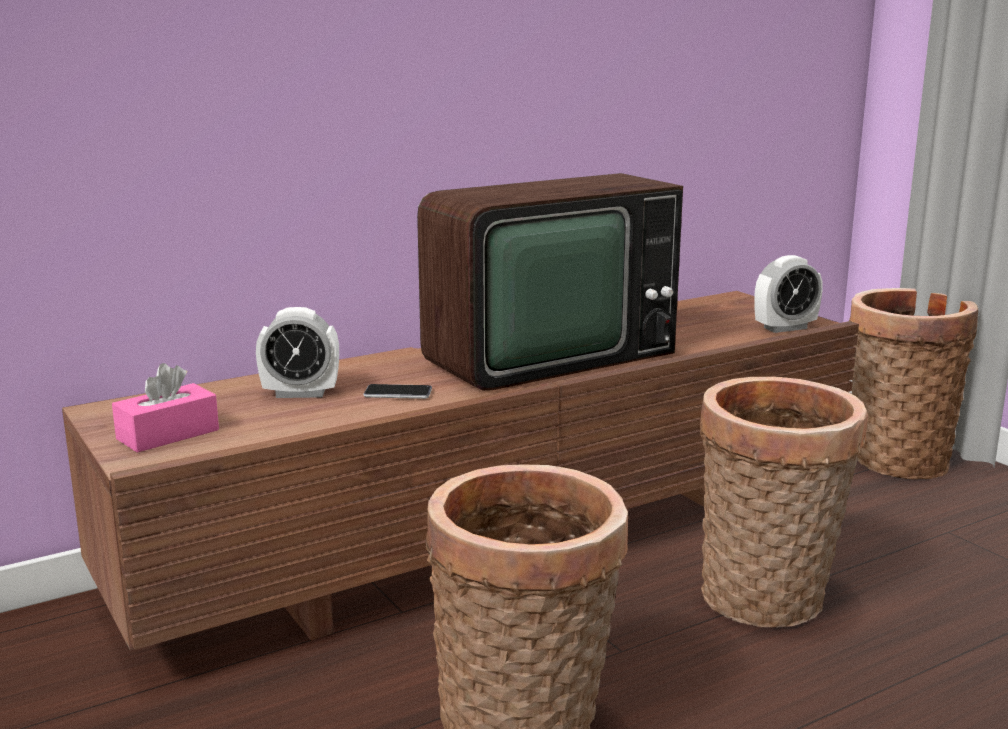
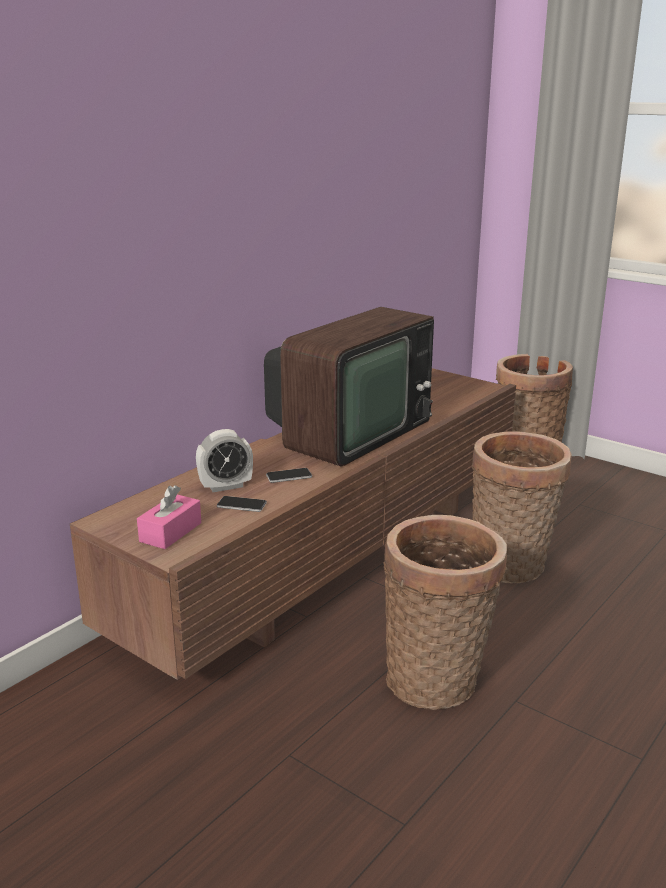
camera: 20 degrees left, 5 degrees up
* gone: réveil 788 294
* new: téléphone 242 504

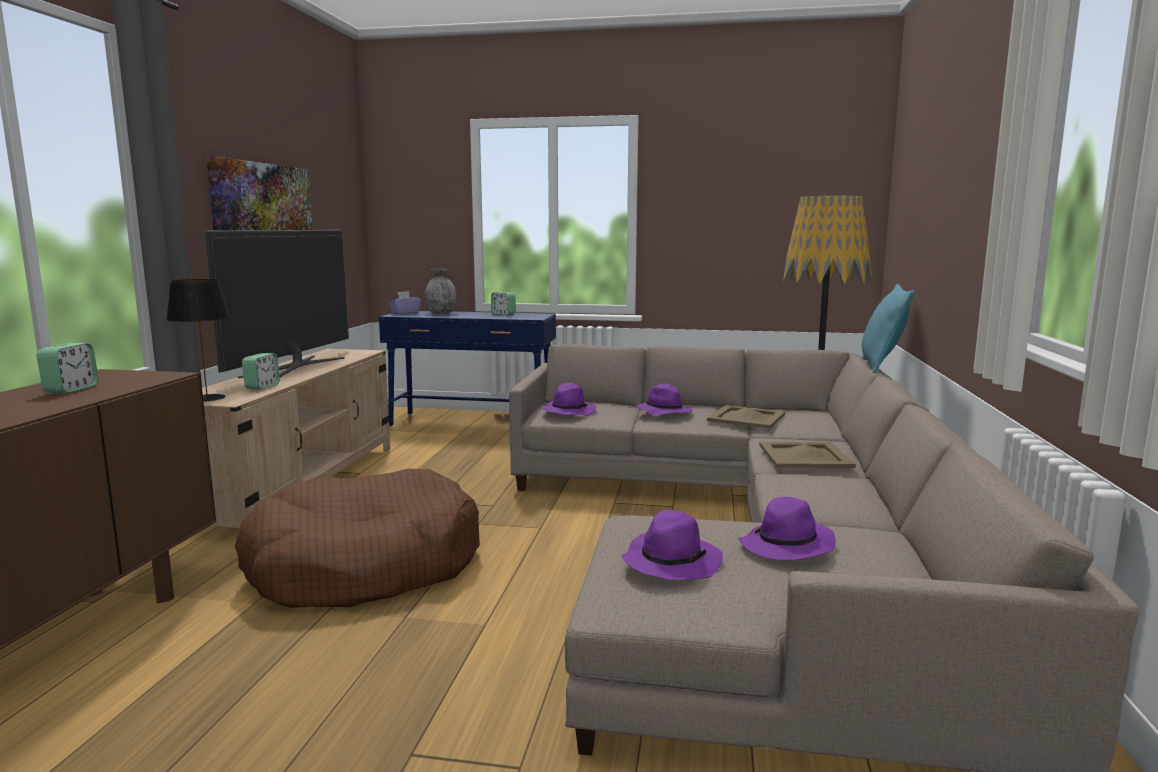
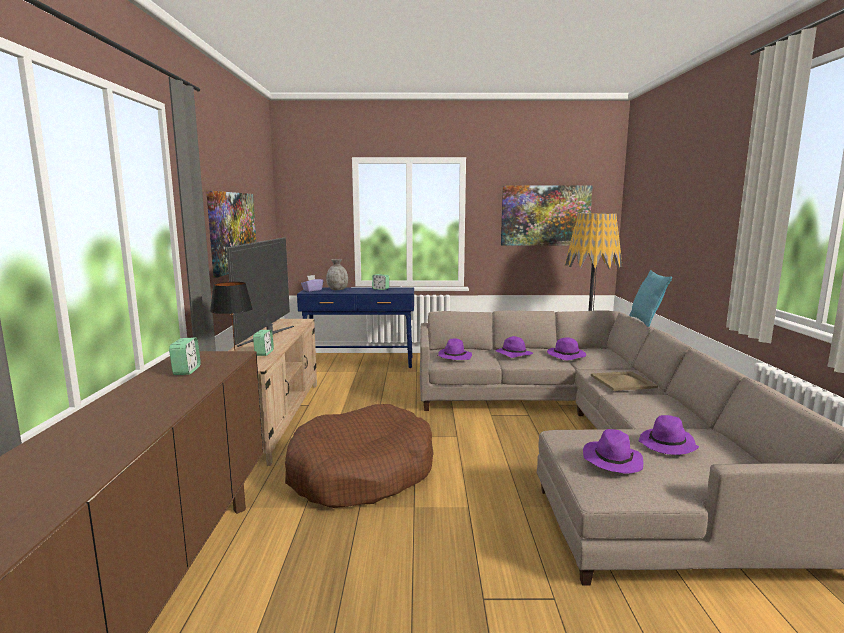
camera: 10 degrees left, 0 degrees up
* swapped: plateau (beige) 746 417 to chapeau (violet) 566 349
* new: tableau 547 215

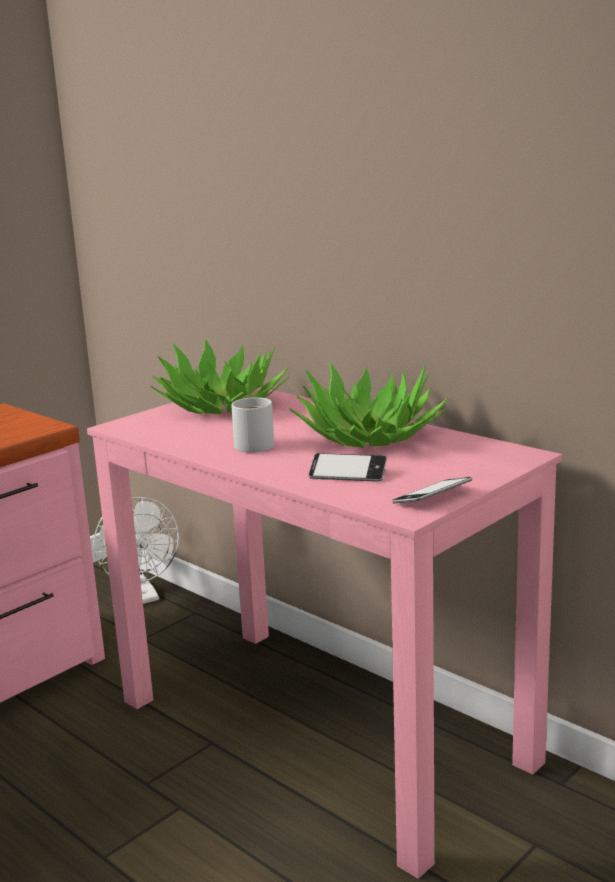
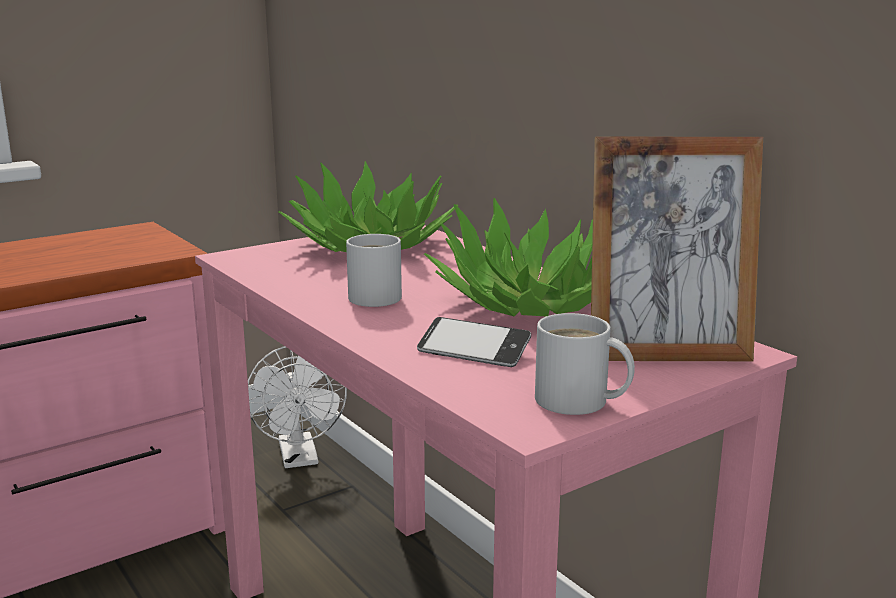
camera: 10 degrees right, 0 degrees up
* swapped: téléphone 432 490 to mug (blanc) 585 364
* new: cadre photo 677 249

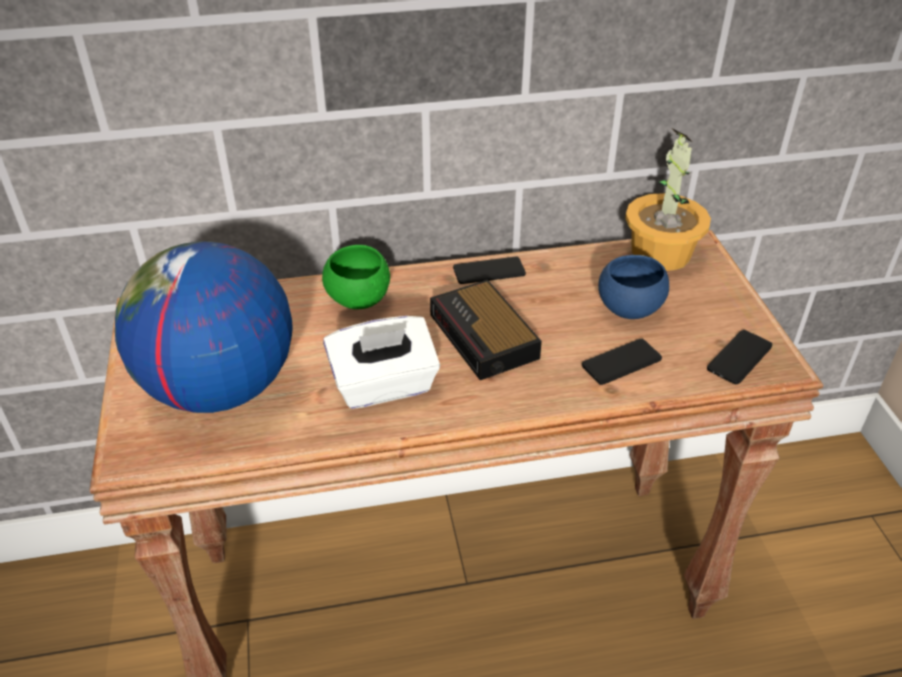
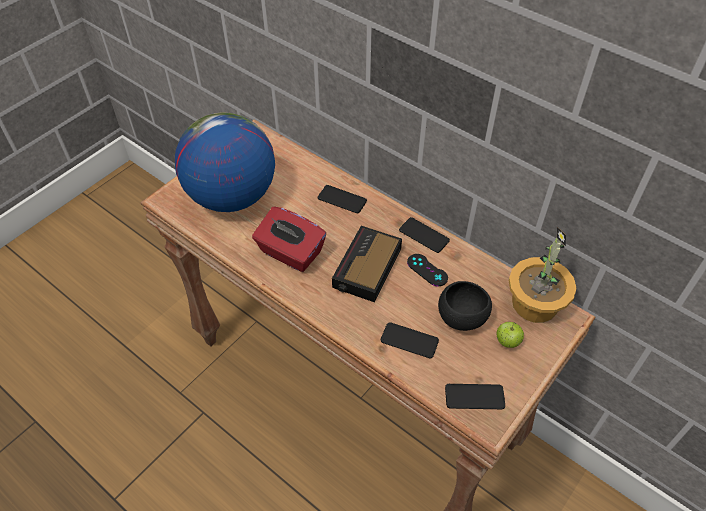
camera: 50 degrees right, 10 degrees up
* swapped: bol (vert) 356 277 to téléphone 342 199
* repainted: bol (bleu) 633 287 to bol (noir) 465 306
* repainted: boîte à mouchoirs (blanc) 381 362 to boîte à mouchoirs (rouge) 289 239
* new: manette (noir) 427 270
* new: pomme 510 334

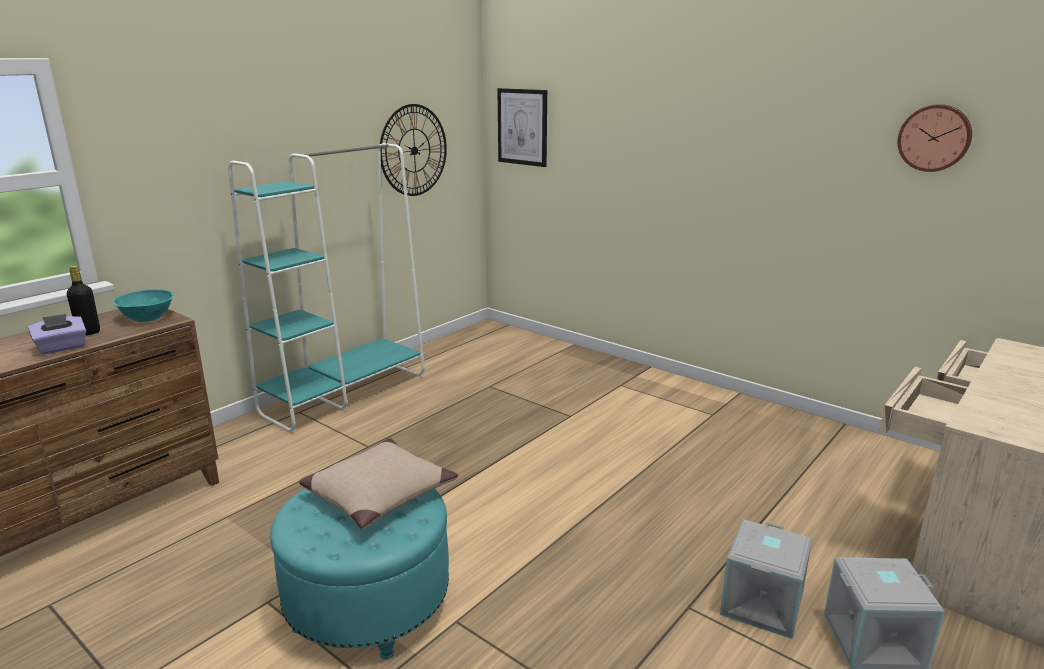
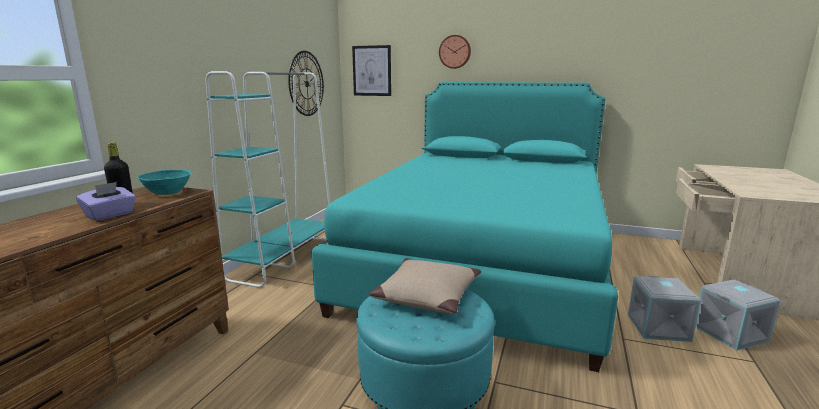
camera: 20 degrees left, 5 degrees down
* shifted: horloge murale 935 138 to 455 52
* new: lit (turquoise) 465 227

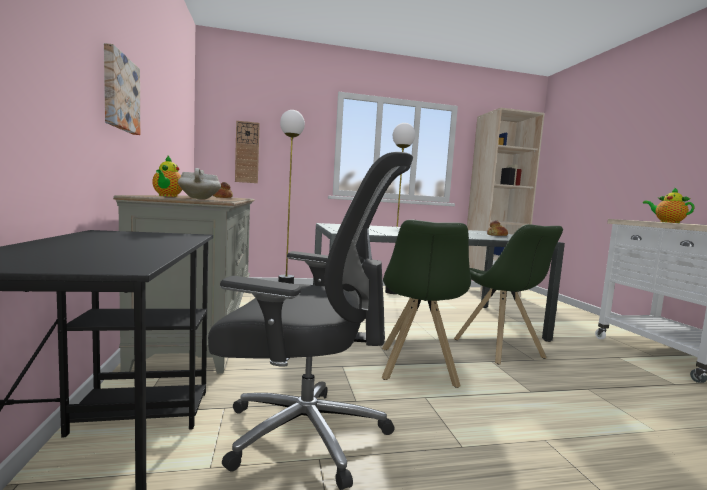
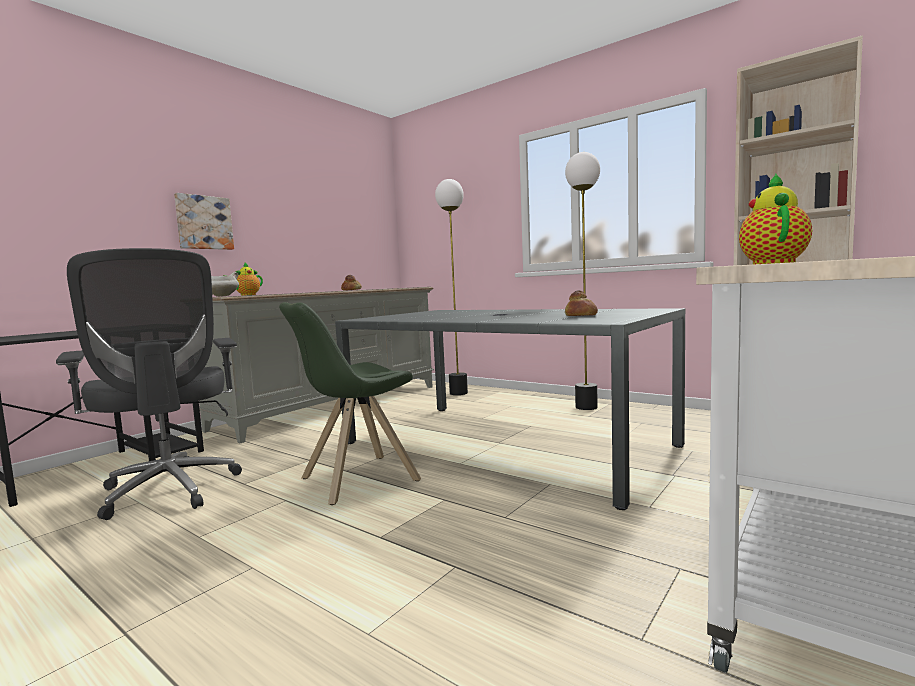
camera: 50 degrees right, 0 degrees up
* gone: horloge murale 247 152
* gone: chaise (vert) 508 294

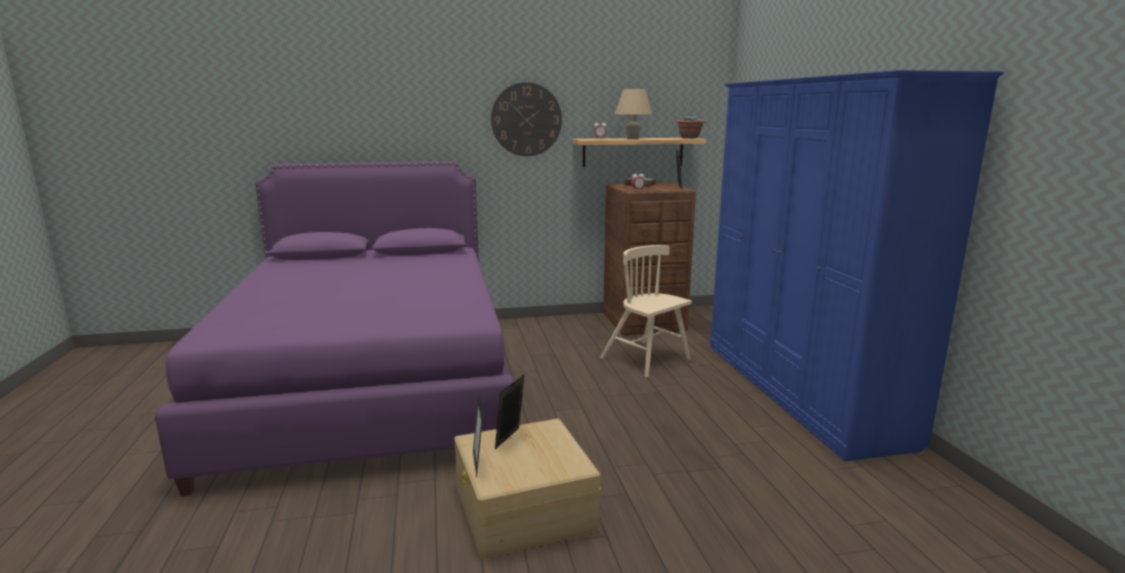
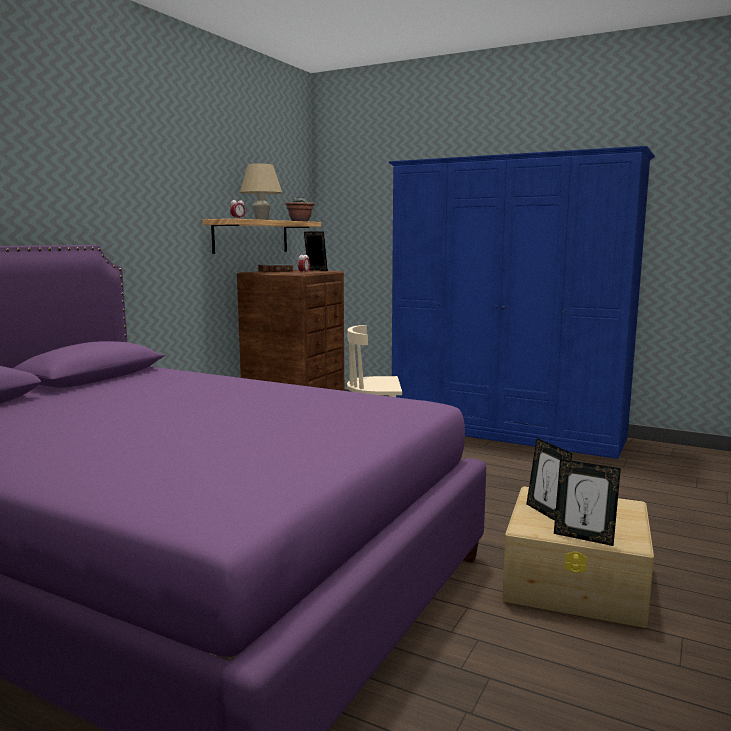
camera: 50 degrees left, 5 degrees down
* gone: horloge murale 526 119

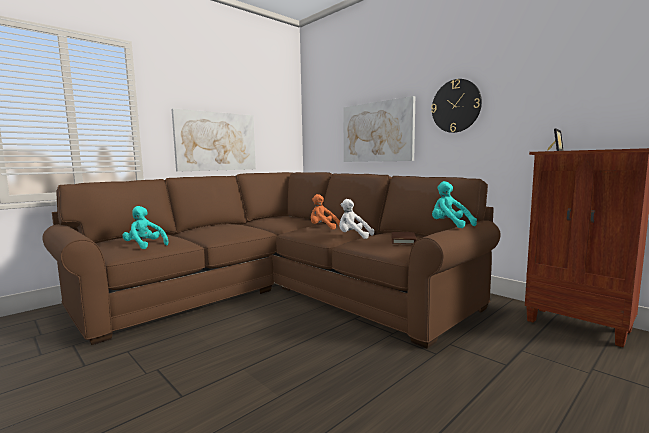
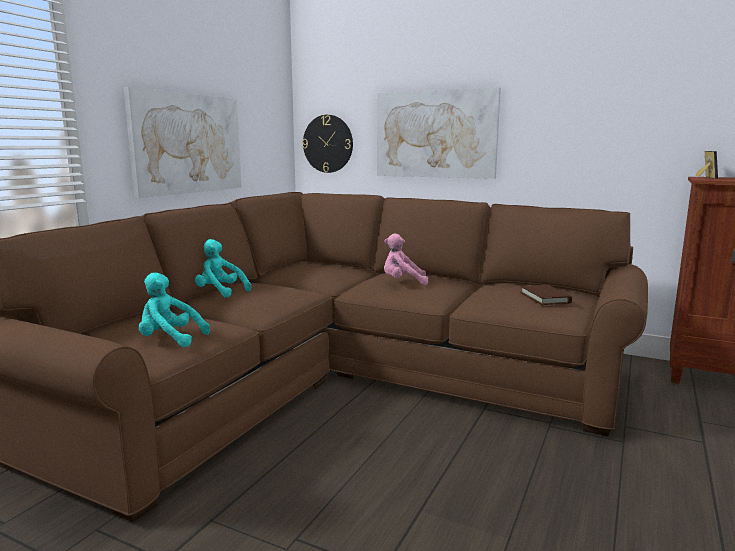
camera: 20 degrees left, 5 degrees up
* shifted: horloge murale 456 106 to 327 144
* shifted: peluche (turquoise) 454 204 to 223 268
* repainted: peluche (orange) 325 212 to peluche (rose) 406 259
* gone: peluche (blanc) 356 219

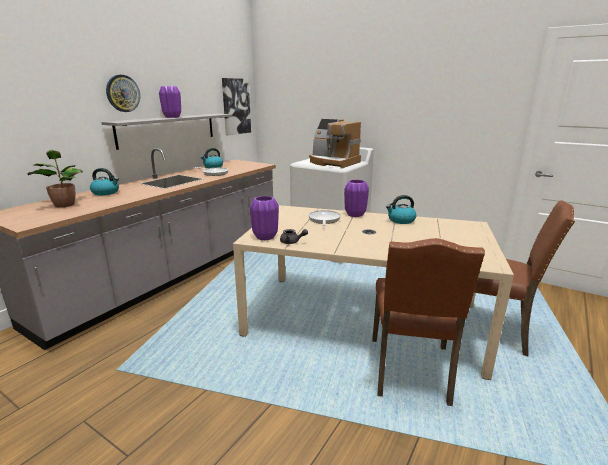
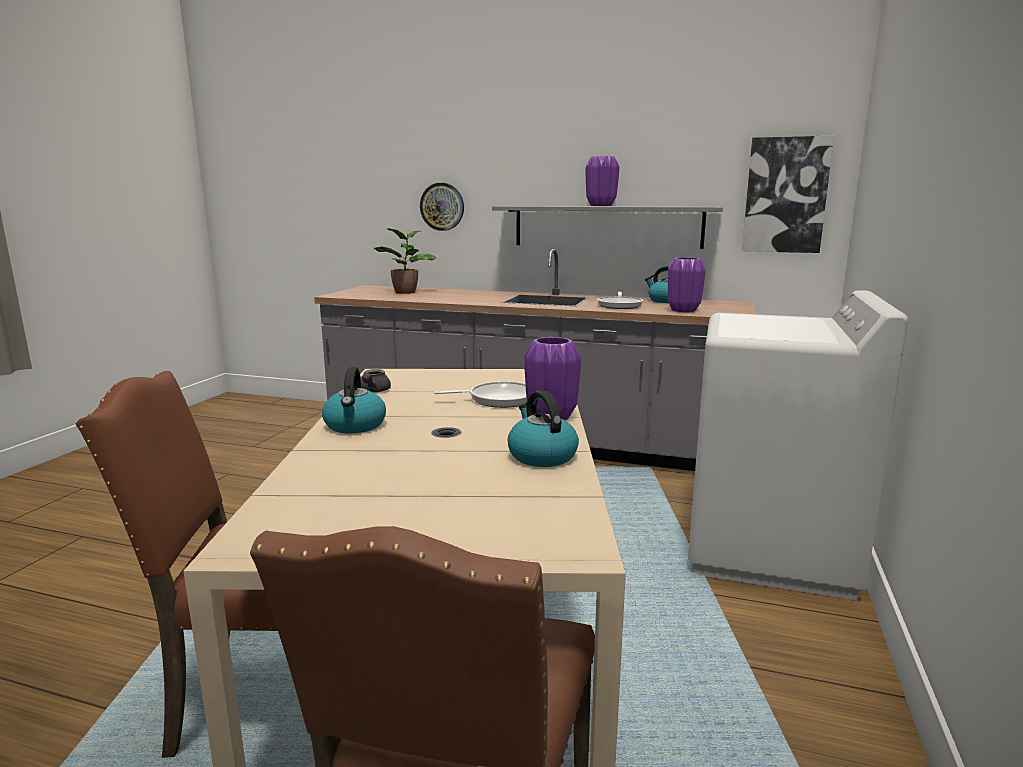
camera: 75 degrees right, 5 degrees down
* shifted: horloge murale 123 93 to 442 207
* gone: machine à café 335 144
* shifted: bouilloire 104 181 to 354 400
* shifted: vase (violet) 264 218 to 687 284

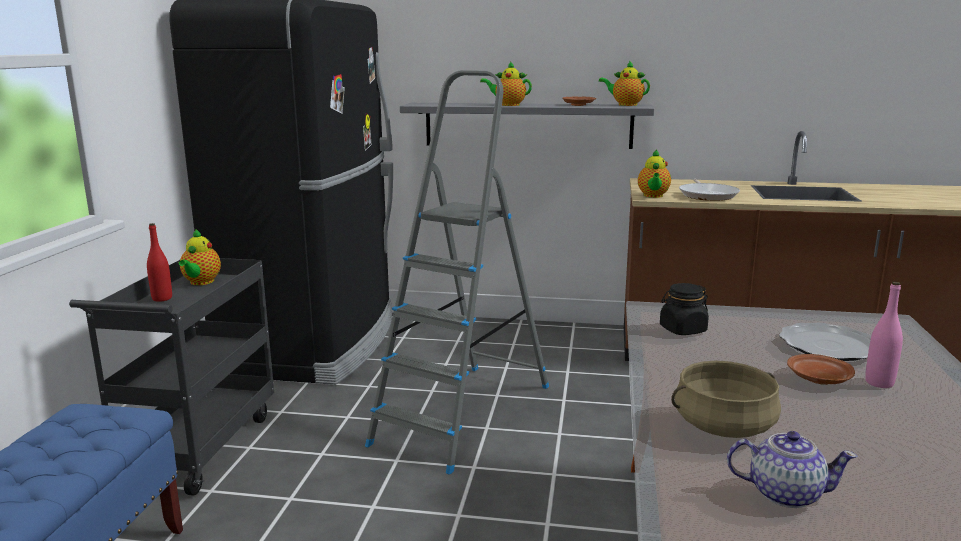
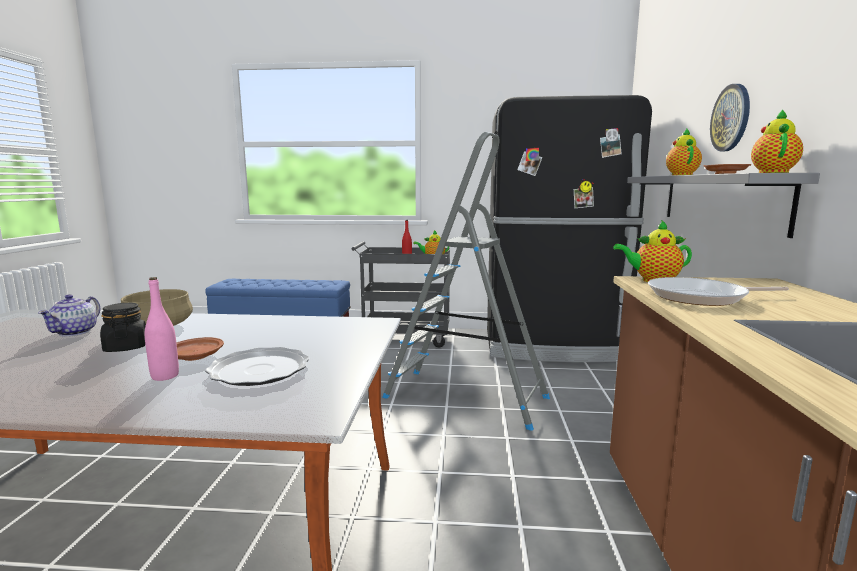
camera: 85 degrees right, 5 degrees down
* shifted: bocal (noir) 684 309 to 123 327
* new: horloge murale 730 117

